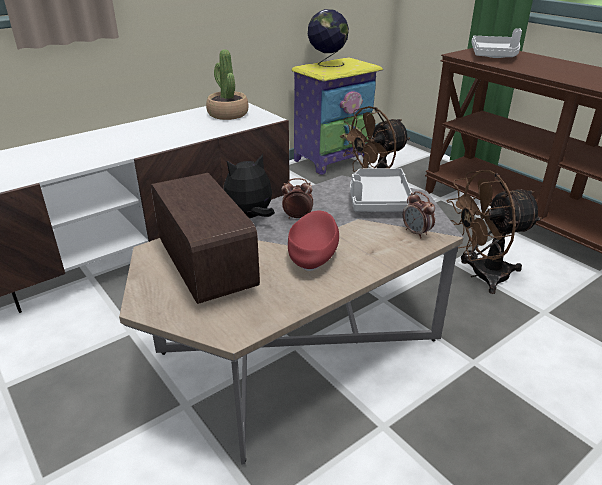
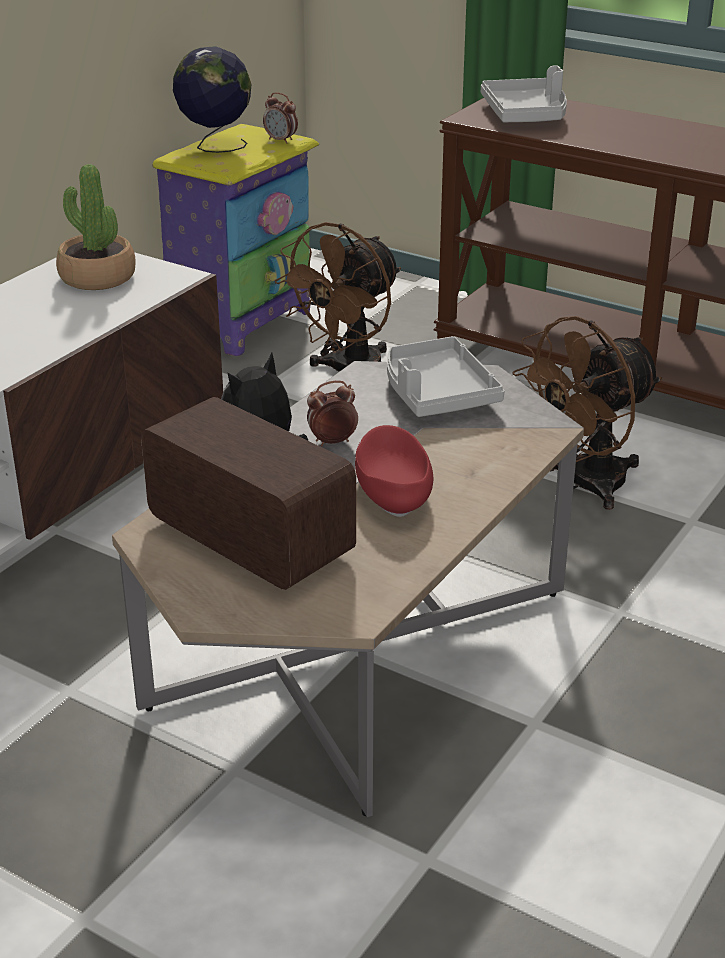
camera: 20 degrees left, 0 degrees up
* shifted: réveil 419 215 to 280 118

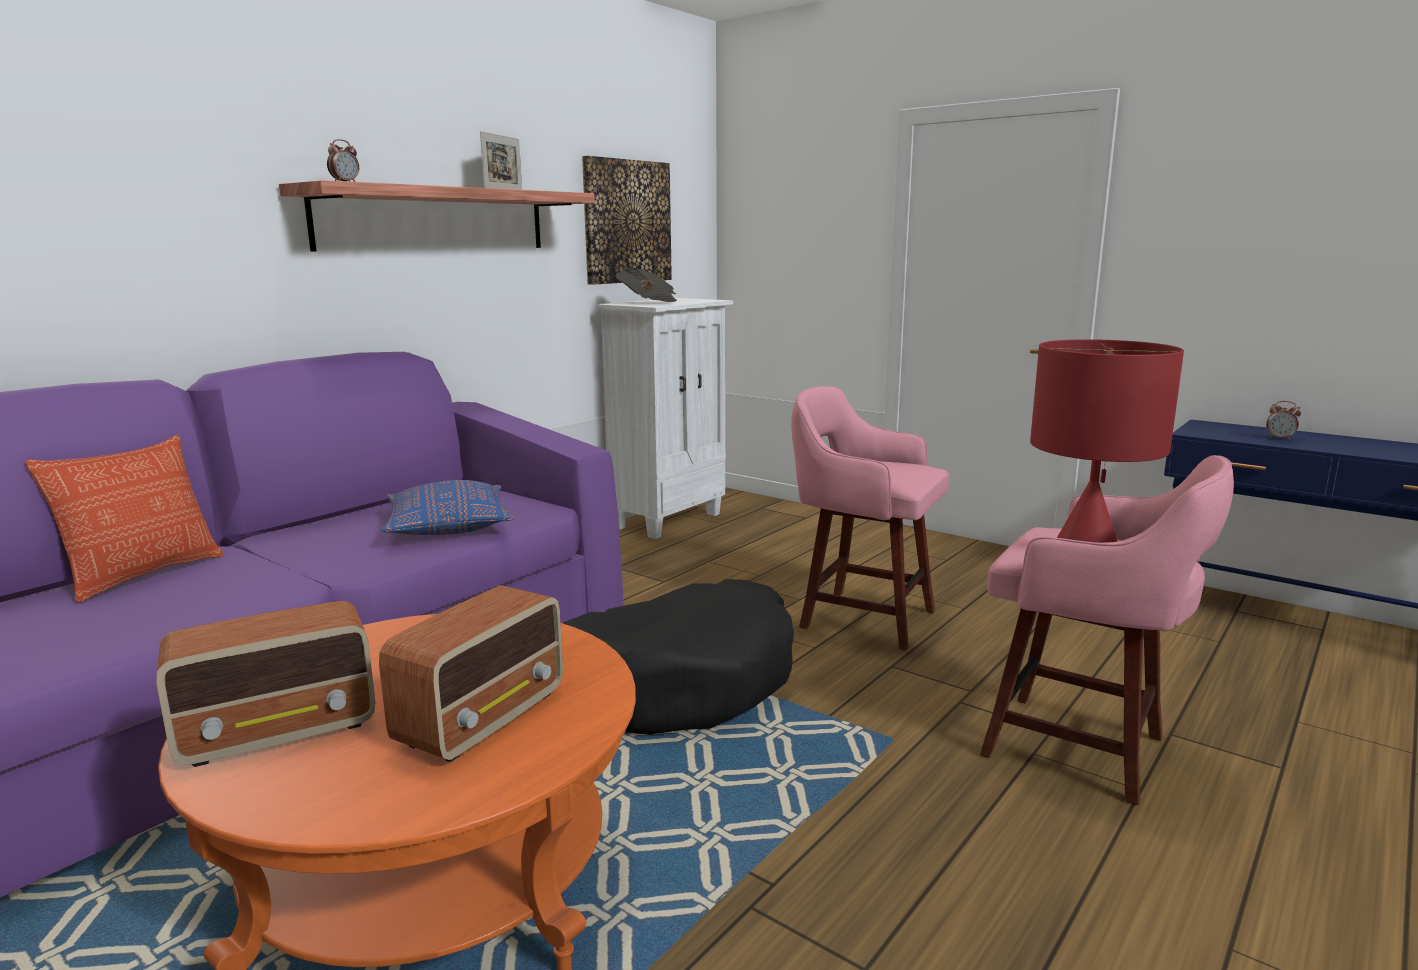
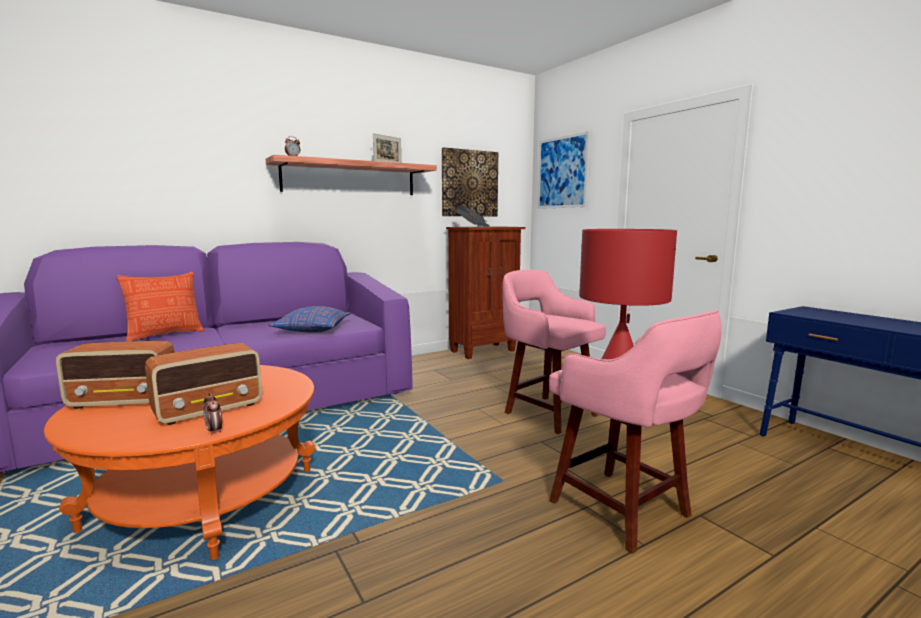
camera: 20 degrees right, 5 degrees down
* repainted: meuble de rangement (blanc) 665 418 to meuble de rangement (marron) 485 292
* shifted: réveil 1284 420 to 212 413
* gone: panier pour chien (noir) 678 657
* new: tableau 564 170

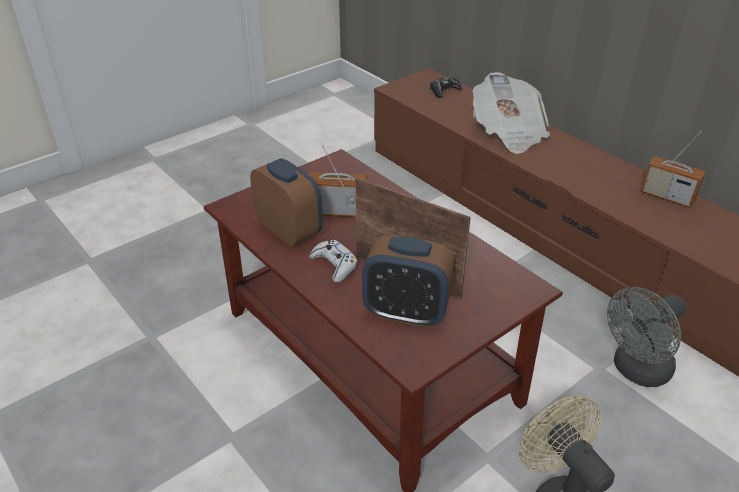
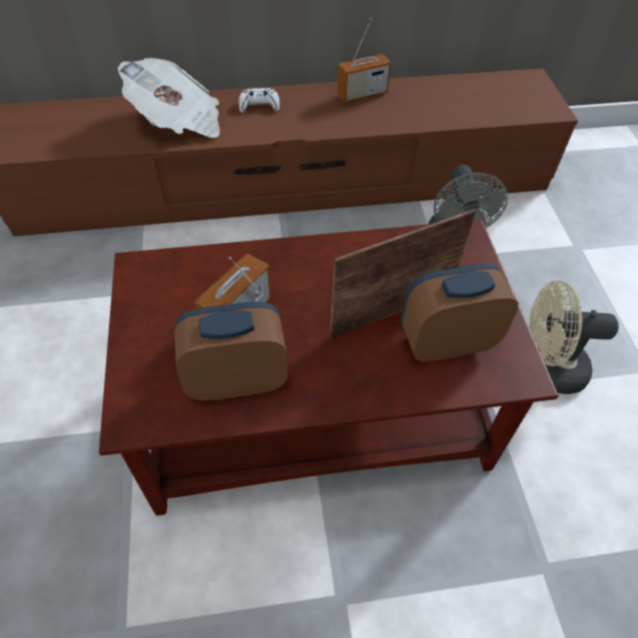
camera: 60 degrees left, 15 degrees up
* gone: manette (noir) 446 87
* rotated: réveil 408 281 = 459 313 150 degrees counterclockwise
* shifted: manette (blanc) 333 261 to 259 100

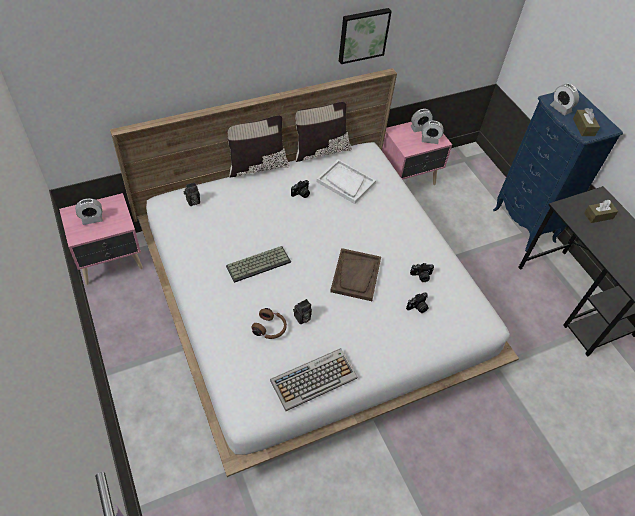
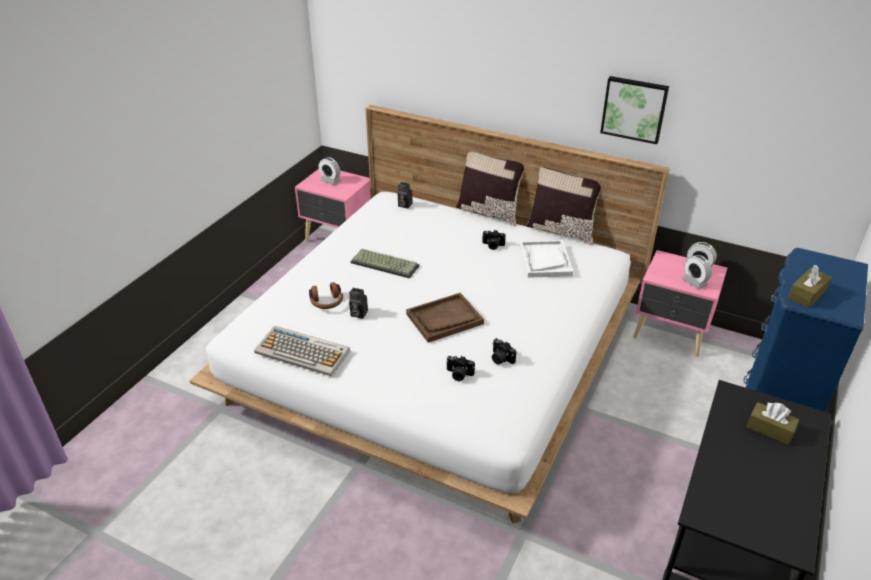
camera: 55 degrees right, 15 degrees down
* gone: réveil 564 99

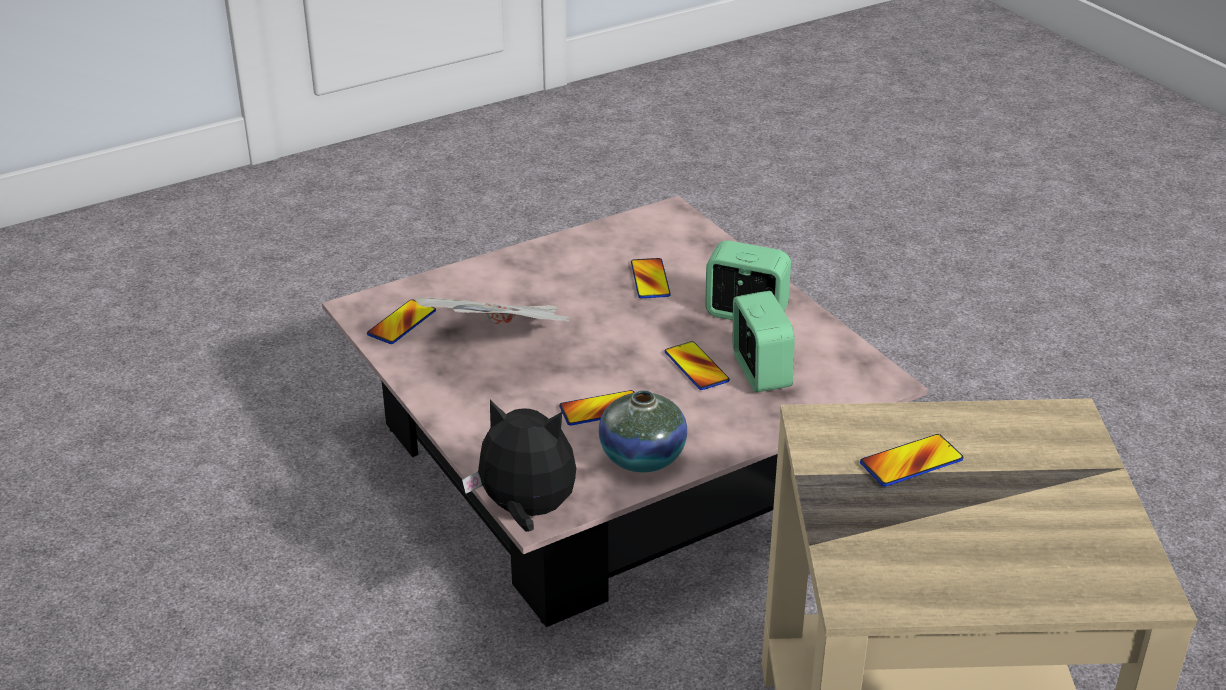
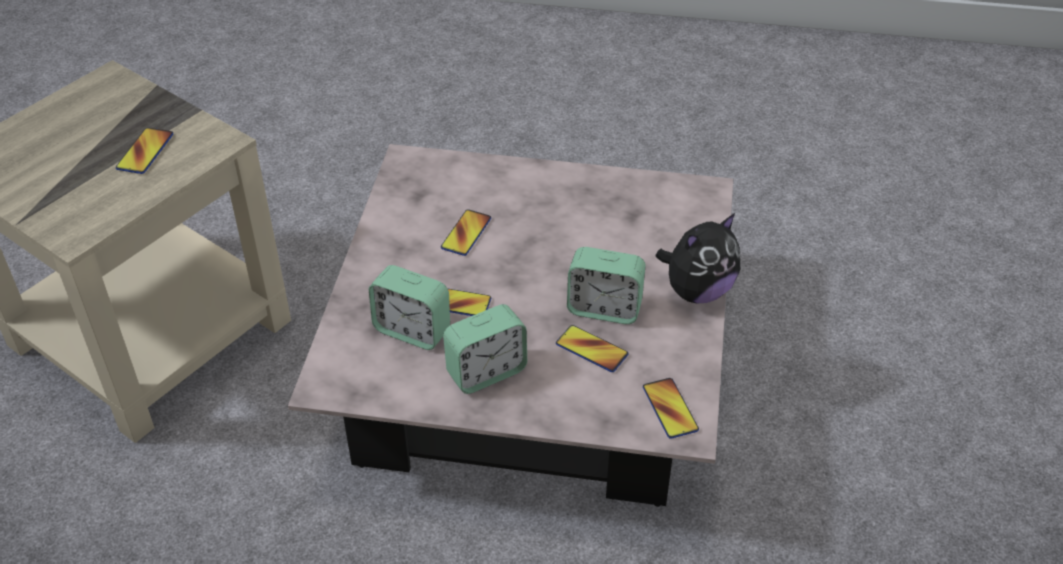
camera: 130 degrees right, 10 degrees up
* gone: journal 493 310
* shifted: téléphone 401 321 to 671 408
* gone: vase 643 431
* shifted: peluche 519 465 to 698 258
* new: réveil 606 285

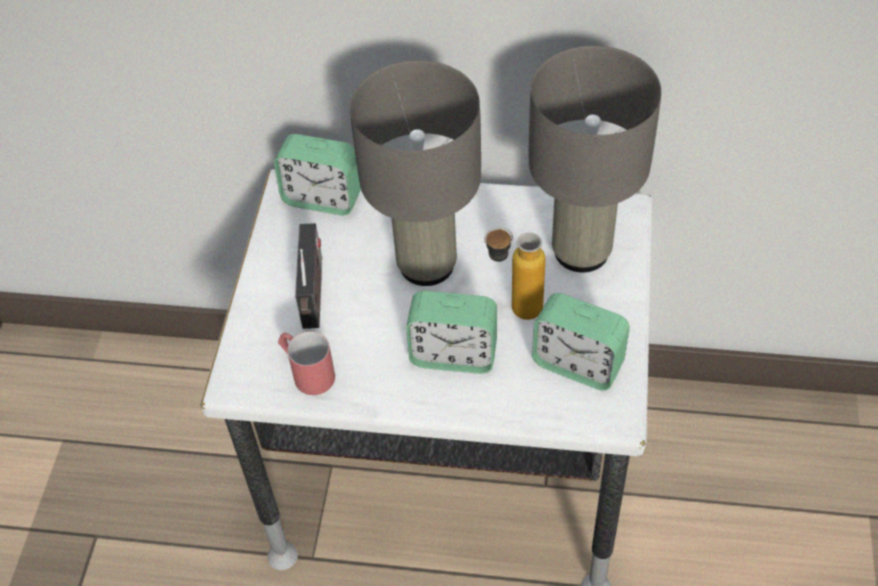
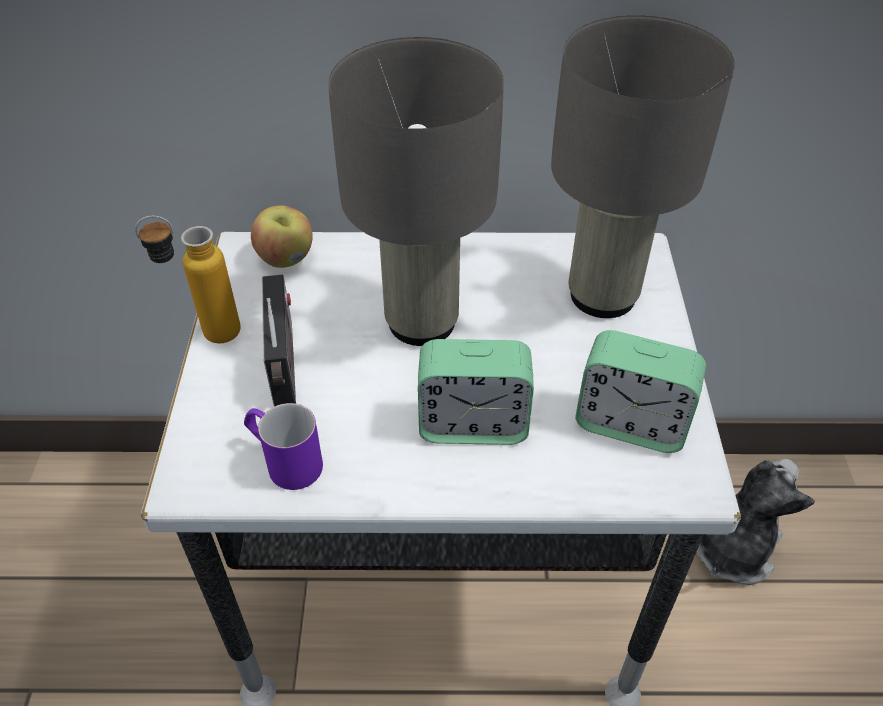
camera: 10 degrees left, 5 degrees down
* swapped: réveil 317 174 to pomme 282 236
* shifted: bouteille 515 274 to 188 279
* repainted: mug (rouge) 306 363 to mug (violet) 283 446
* new: peluche 755 522

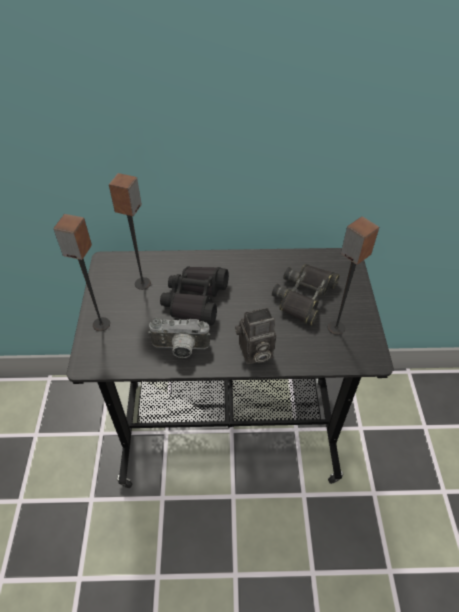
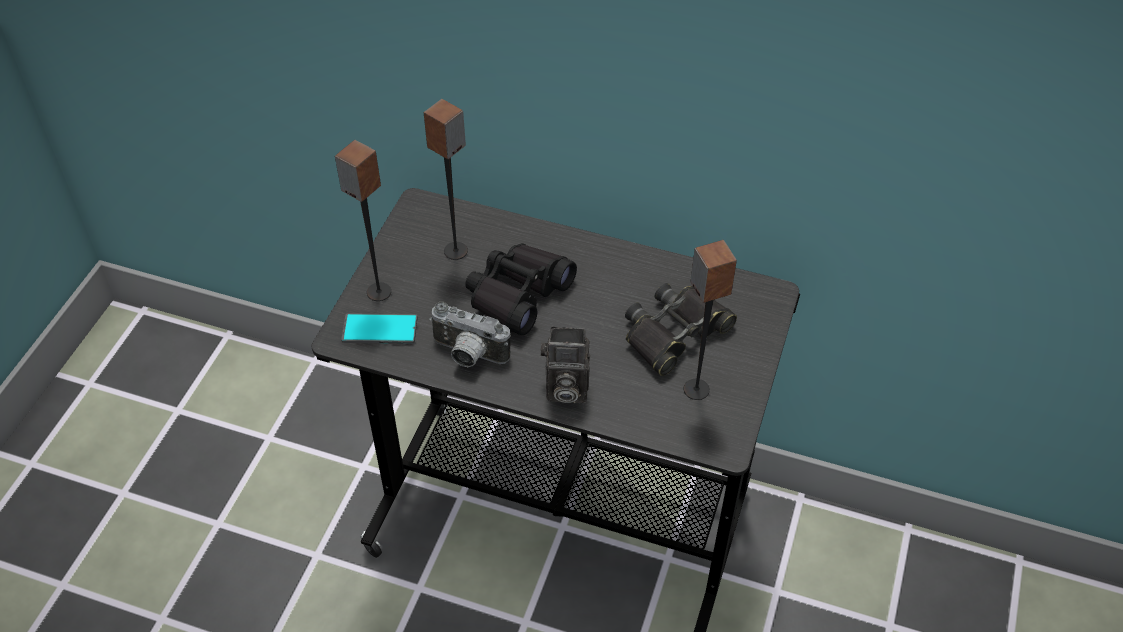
camera: 20 degrees right, 0 degrees up
* new: téléphone 379 328

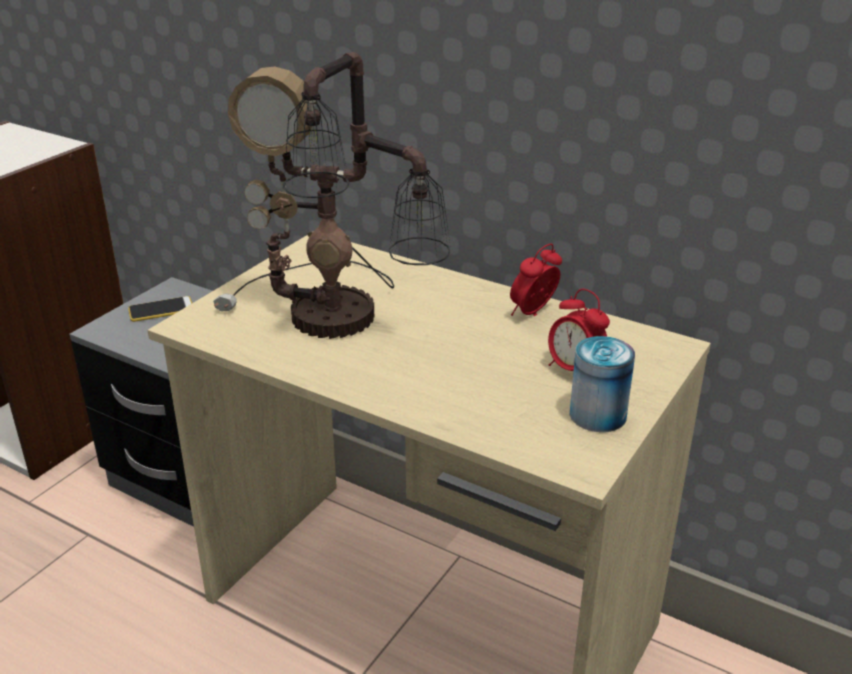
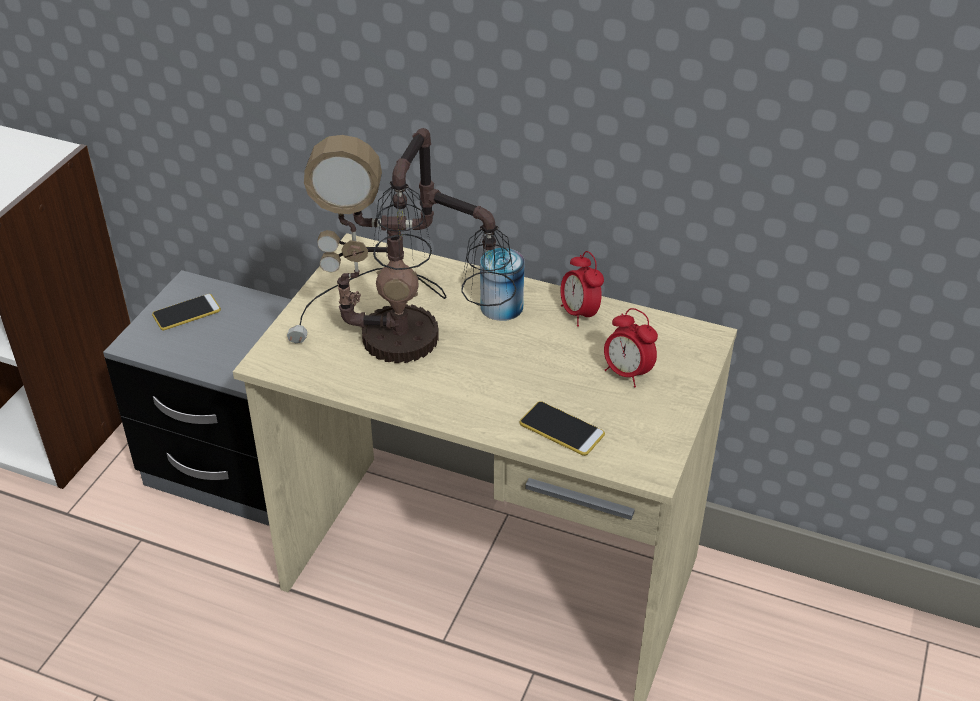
camera: 10 degrees left, 10 degrees up
* rotated: réveil 536 280 = 582 289 60 degrees counterclockwise
* shifted: boîte métallique 602 384 to 502 284
* new: téléphone 562 428

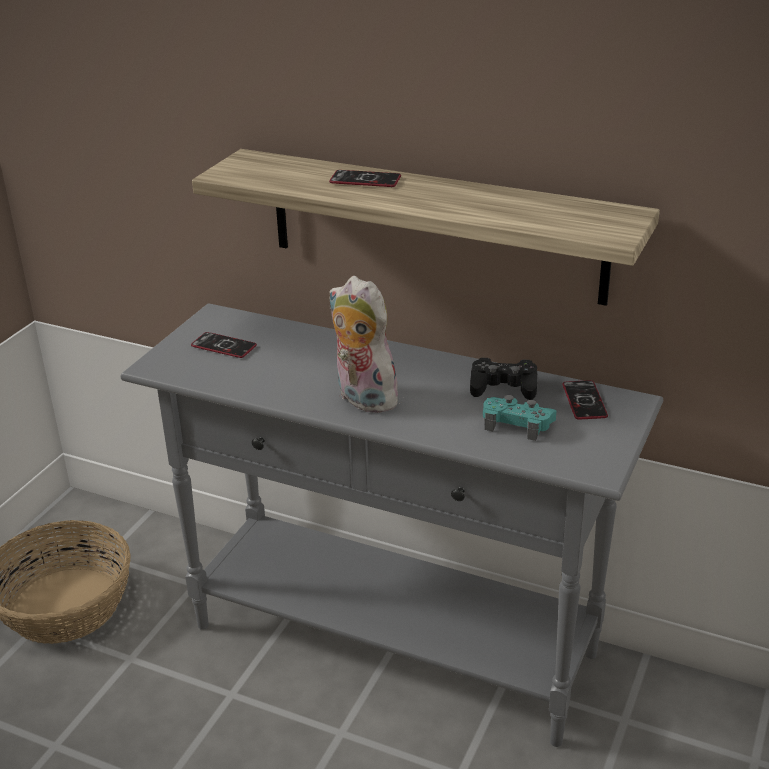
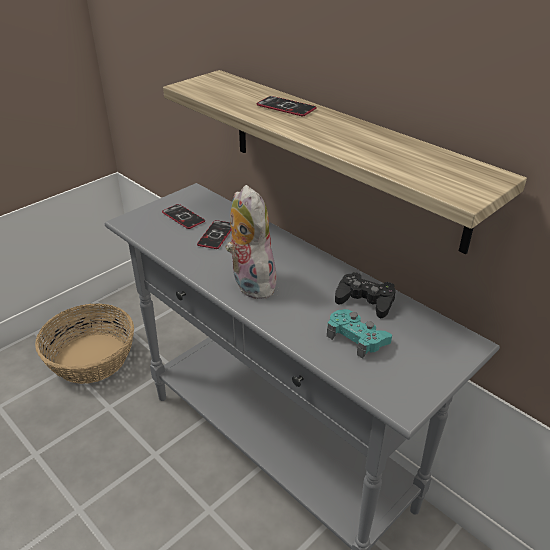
camera: 20 degrees right, 5 degrees up
* shifted: téléphone 585 400 to 214 234

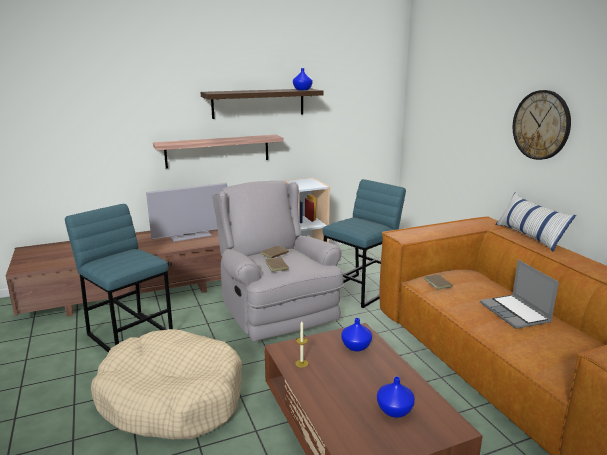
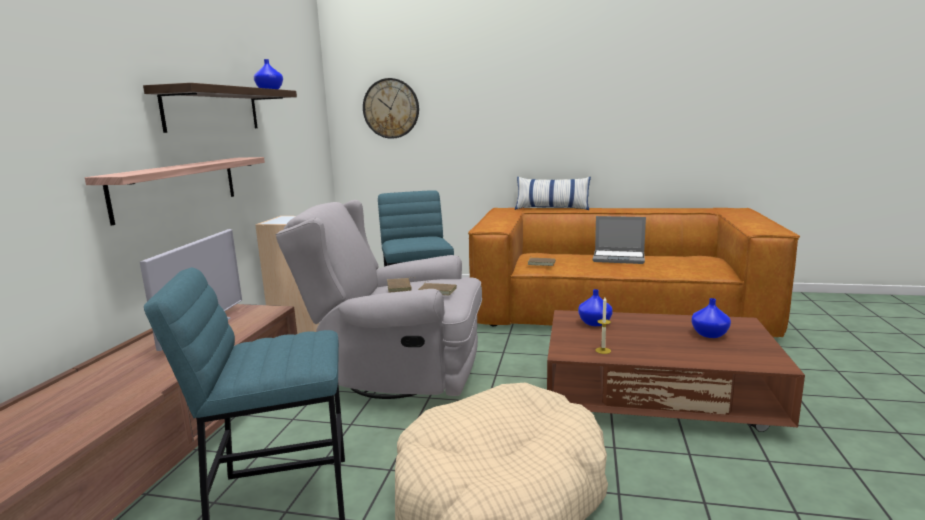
camera: 55 degrees left, 5 degrees down
* shifted: horloge murale 542 125 to 391 108

